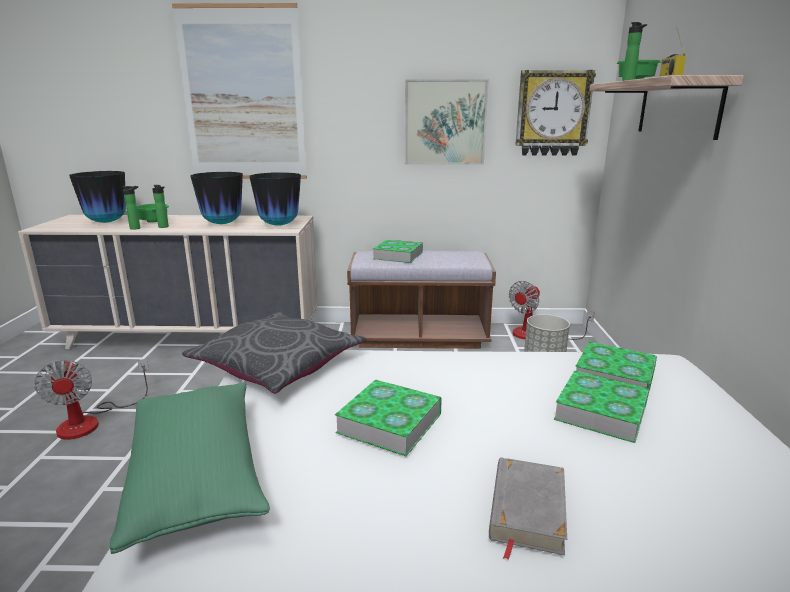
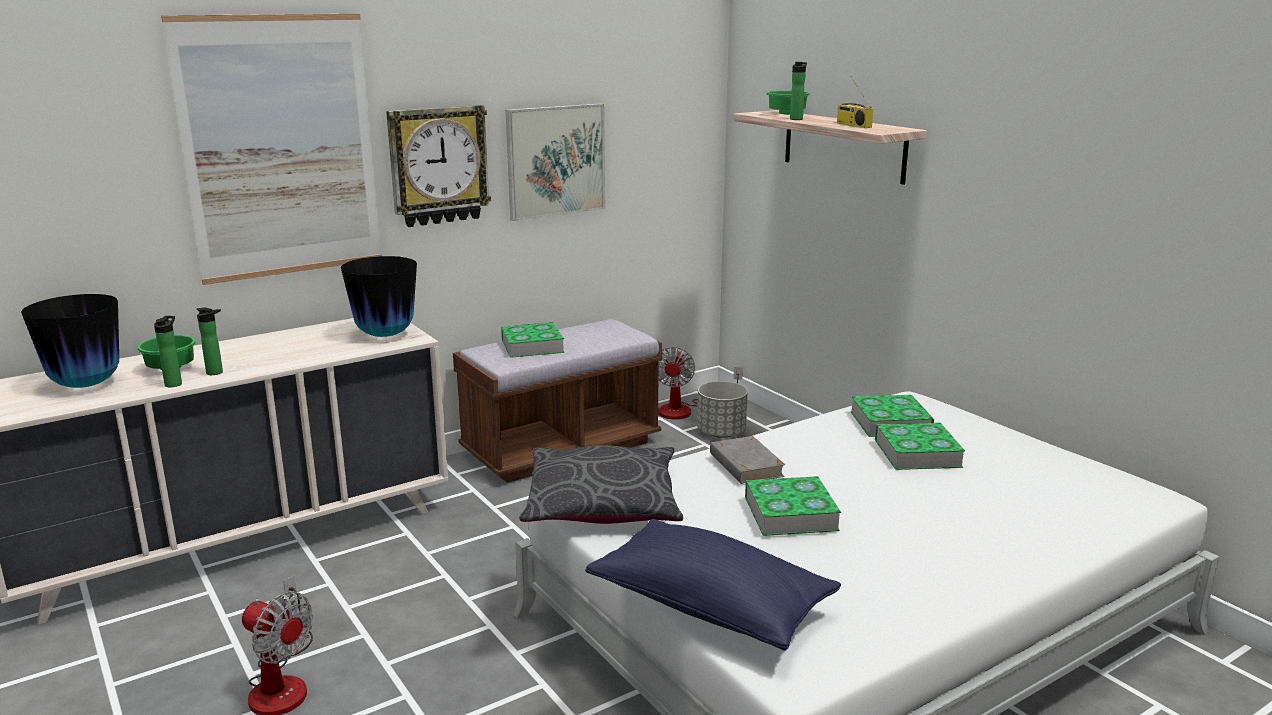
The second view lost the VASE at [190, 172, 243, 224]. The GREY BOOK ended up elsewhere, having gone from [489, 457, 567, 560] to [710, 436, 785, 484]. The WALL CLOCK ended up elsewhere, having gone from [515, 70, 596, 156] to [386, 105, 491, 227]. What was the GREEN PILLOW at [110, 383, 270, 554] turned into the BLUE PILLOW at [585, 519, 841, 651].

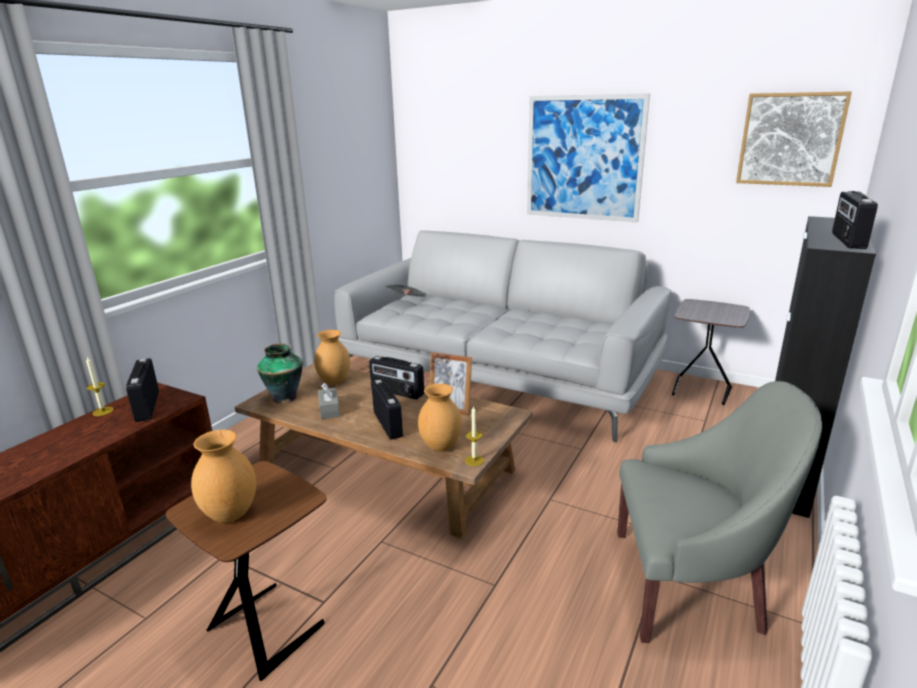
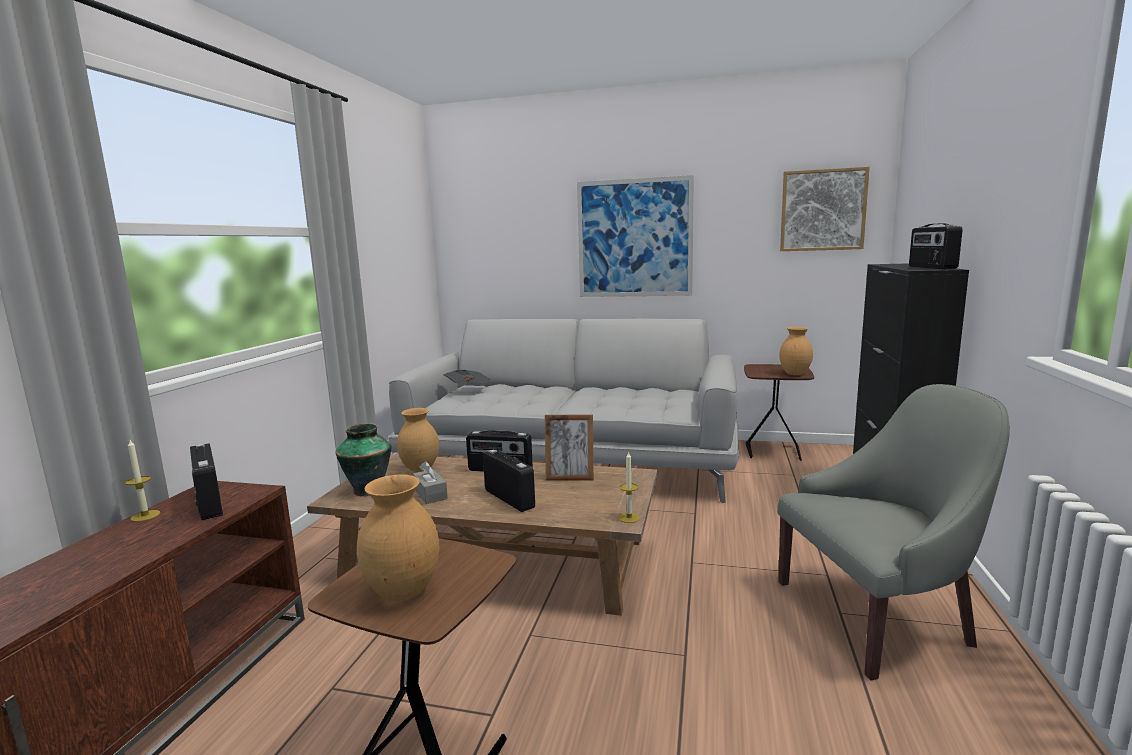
The BROWN VASE ended up elsewhere, having gone from [418, 383, 462, 452] to [779, 327, 813, 375]. What was the GREY SIDE TABLE at [672, 299, 750, 405] turned into the BROWN SIDE TABLE at [744, 364, 814, 461].

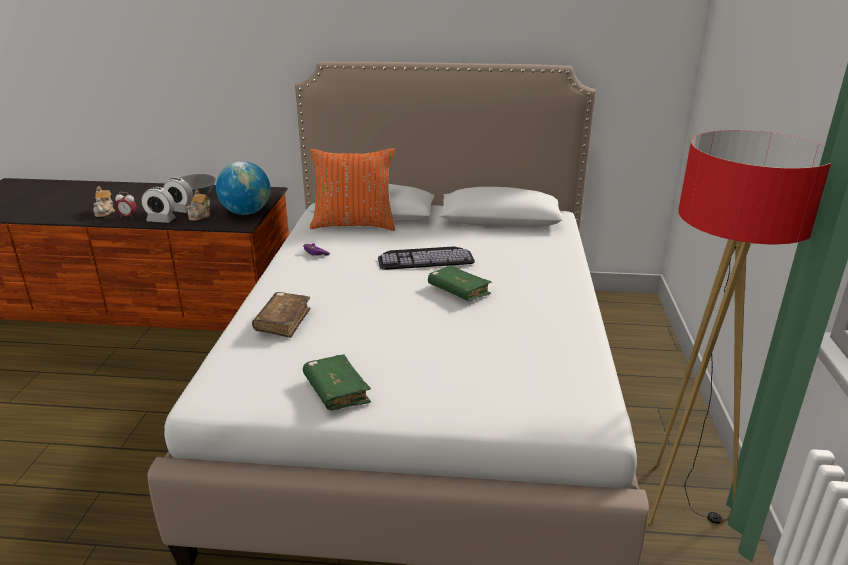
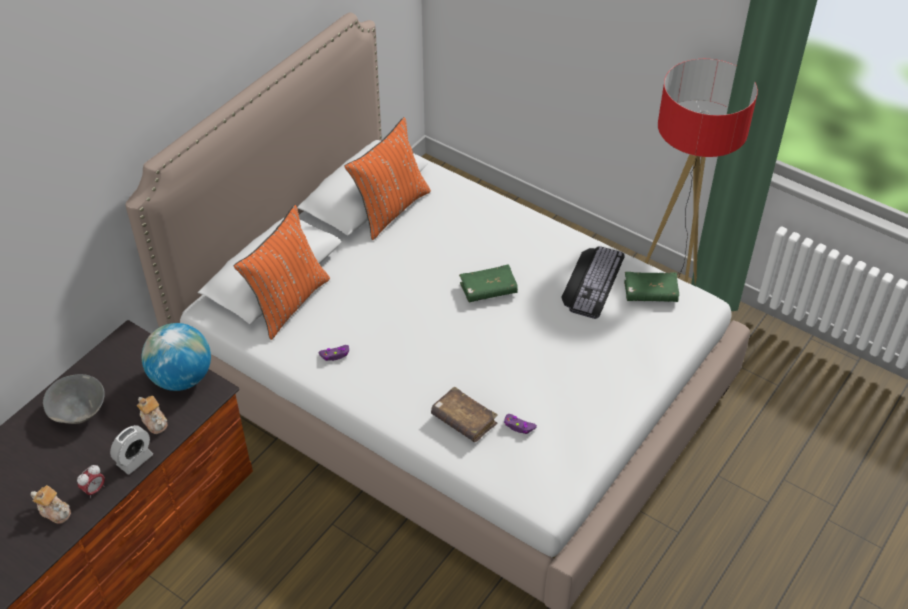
The second view lost the ALARM CLOCK at [163, 178, 193, 213]. The second view gained the ORANGE PILLOW at [344, 117, 431, 240]. The second view gained the PURPLE GAME CONTROLLER at [504, 414, 537, 434]. The GREEN BOOK ended up elsewhere, having gone from [303, 354, 371, 411] to [624, 272, 679, 302]. The KEYBOARD ended up elsewhere, having gone from [378, 246, 475, 270] to [561, 246, 625, 319].

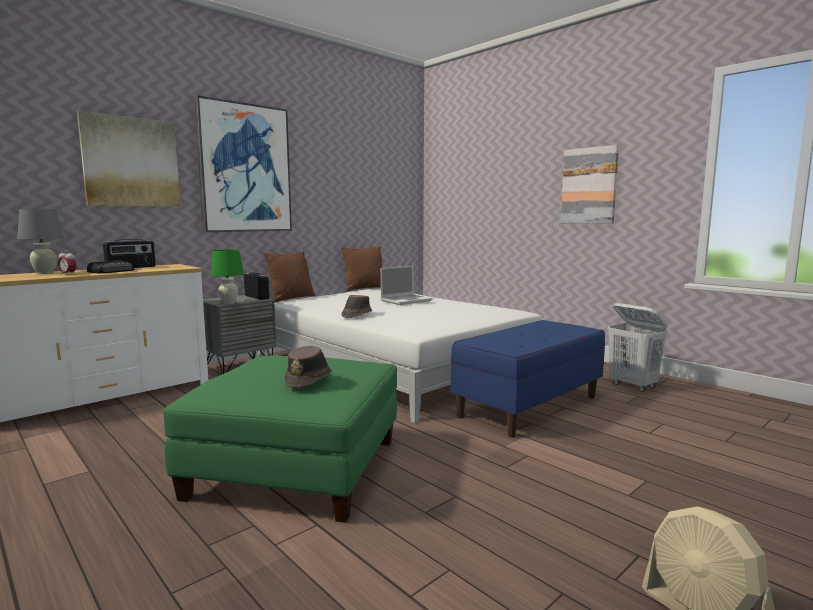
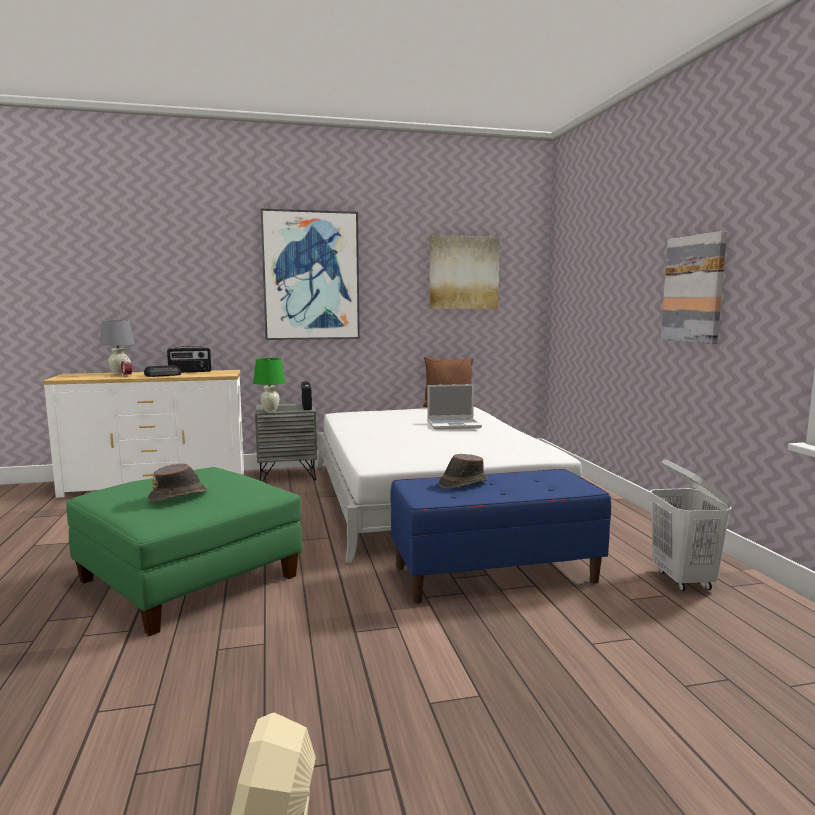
The second view lost the BROWN PILLOW at [264, 251, 315, 303]. The PICTURE ended up elsewhere, having gone from [77, 111, 180, 207] to [429, 235, 500, 309]. The BROWN HAT ended up elsewhere, having gone from [342, 295, 372, 318] to [439, 454, 488, 489].

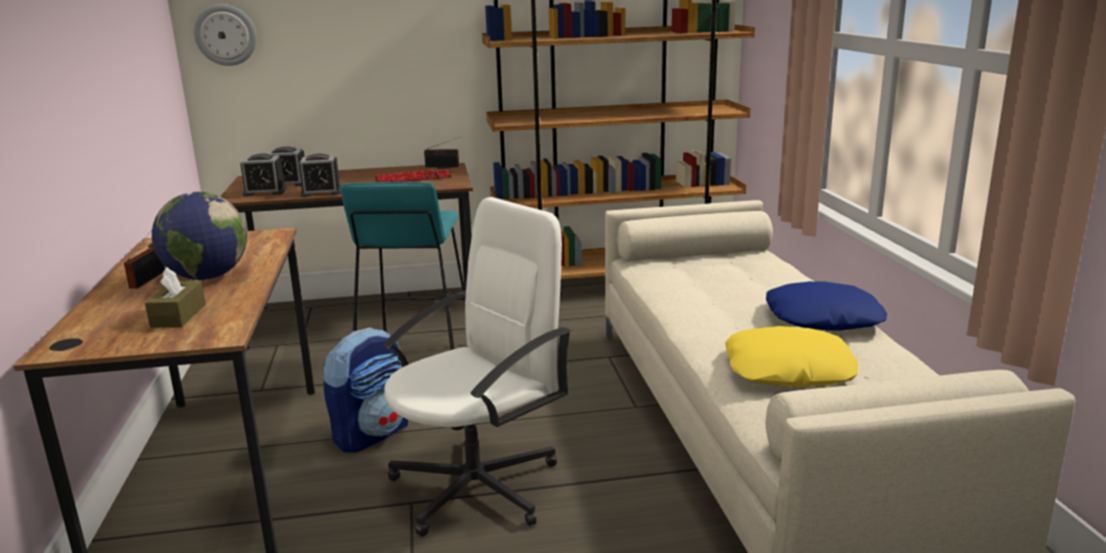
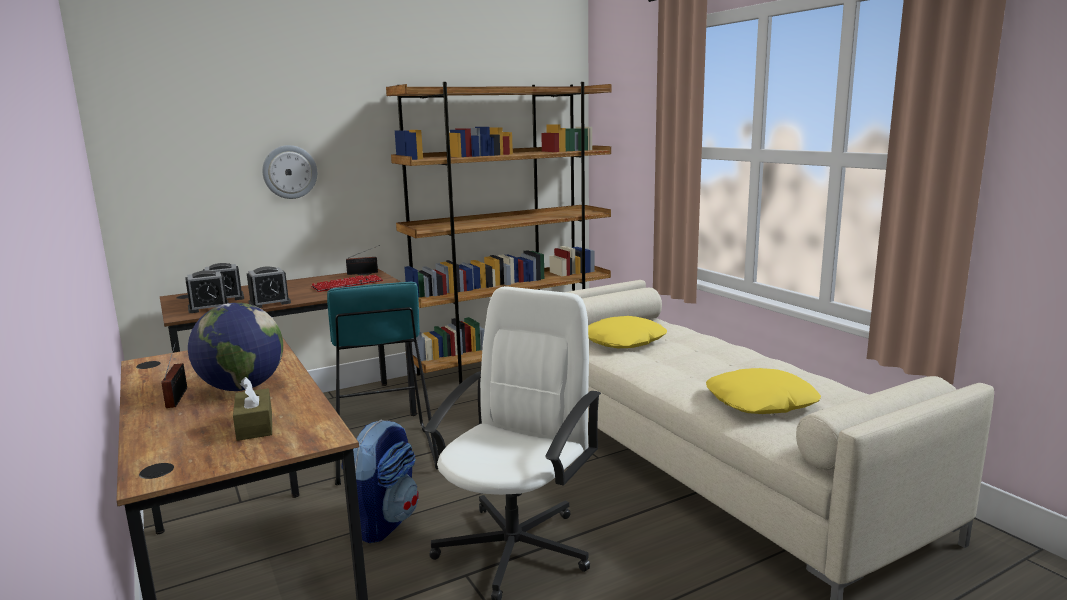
The second view lost the BLUE PILLOW at [766, 281, 887, 330]. The second view gained the YELLOW PILLOW at [588, 316, 667, 348]. The WALL CLOCK ended up elsewhere, having gone from [194, 4, 257, 66] to [262, 145, 317, 199].

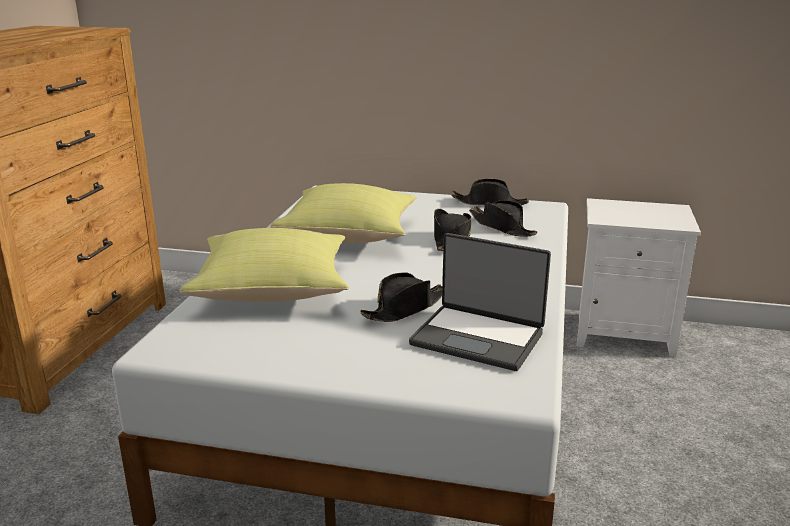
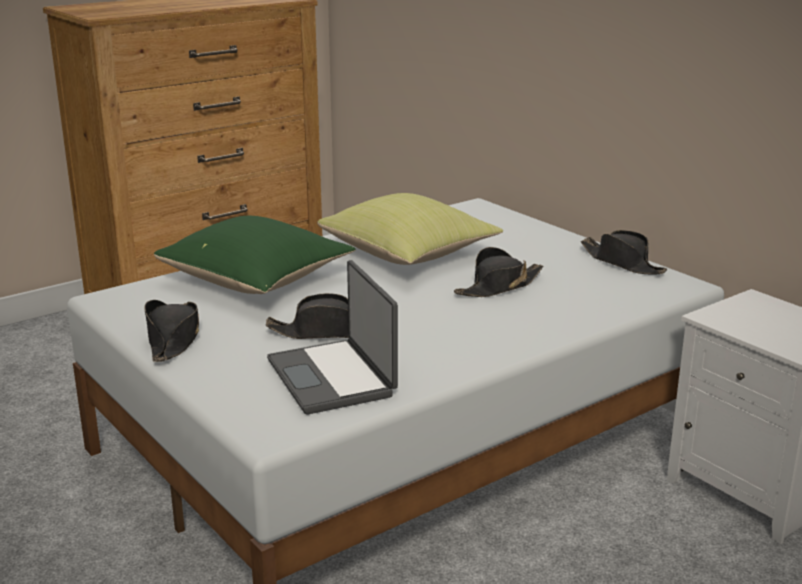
The BLACK HAT ended up elsewhere, having gone from [469, 200, 538, 237] to [144, 300, 199, 362]. What was the YELLOW PILLOW at [180, 228, 349, 302] turned into the GREEN PILLOW at [154, 216, 356, 294].

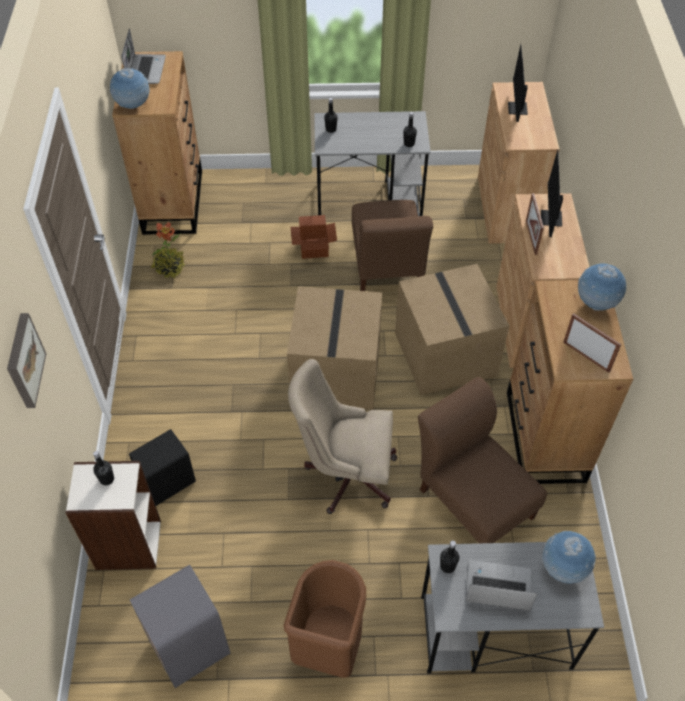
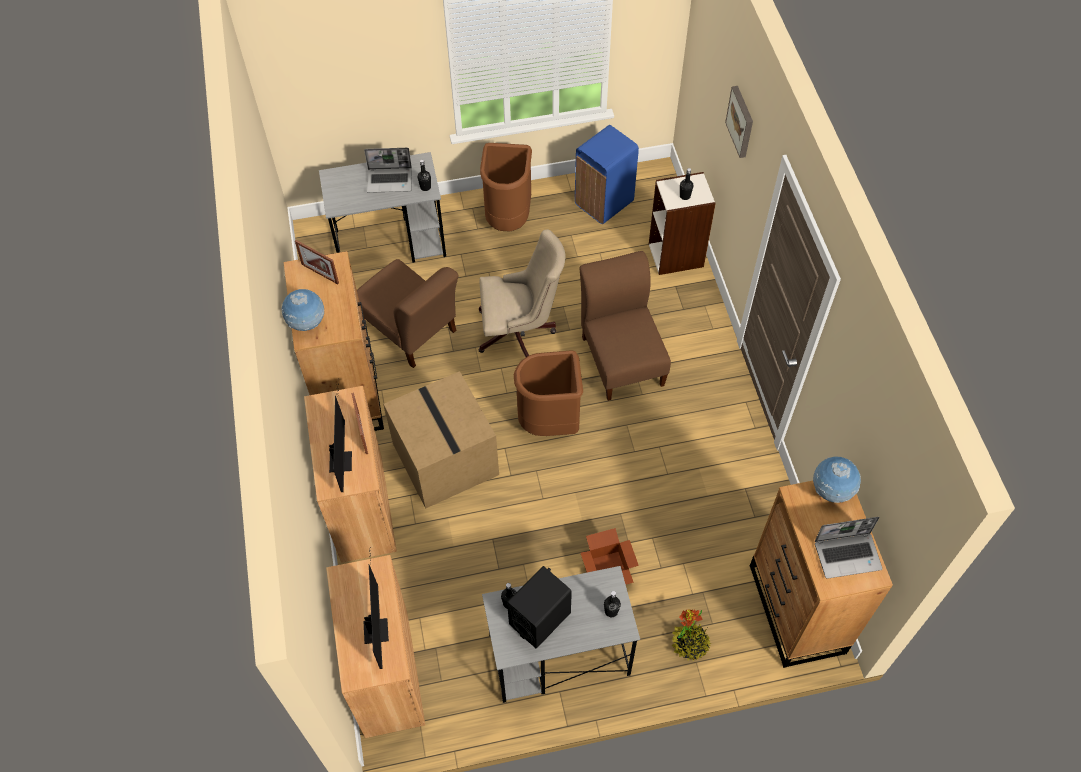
The second view lost the GLOBE at [542, 531, 596, 584]. The BLACK SPEAKER ended up elsewhere, having gone from [129, 429, 196, 506] to [507, 566, 572, 649]. The POTTED PLANT ended up elsewhere, having gone from [151, 222, 186, 279] to [672, 609, 712, 661]. The BROWN CHAIR ended up elsewhere, having gone from [352, 200, 433, 291] to [580, 251, 671, 401]. Where the CARDBOARD BOX stood at [287, 286, 382, 410], the BROWN TRASH CAN came to stand at [514, 350, 583, 436]. What was the GREY TRASH CAN at [130, 565, 230, 688] turned into the BLUE TRASH CAN at [575, 125, 639, 224]. The LAPTOP at [121, 29, 166, 84] ended up facing another way, 90 degrees counterclockwise from before.

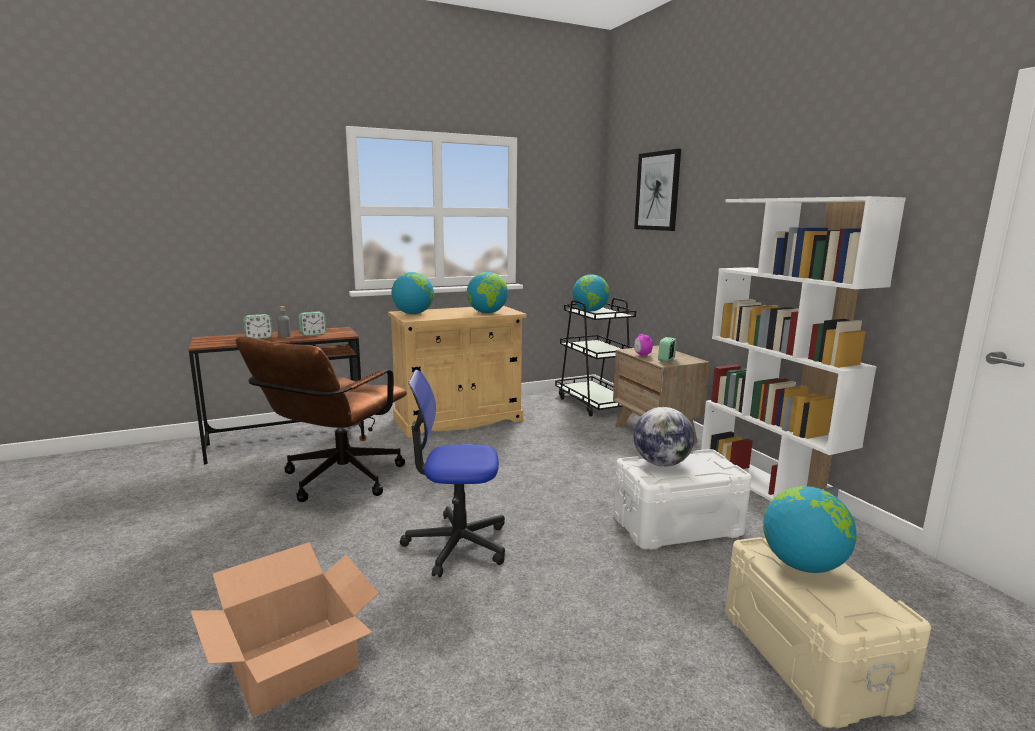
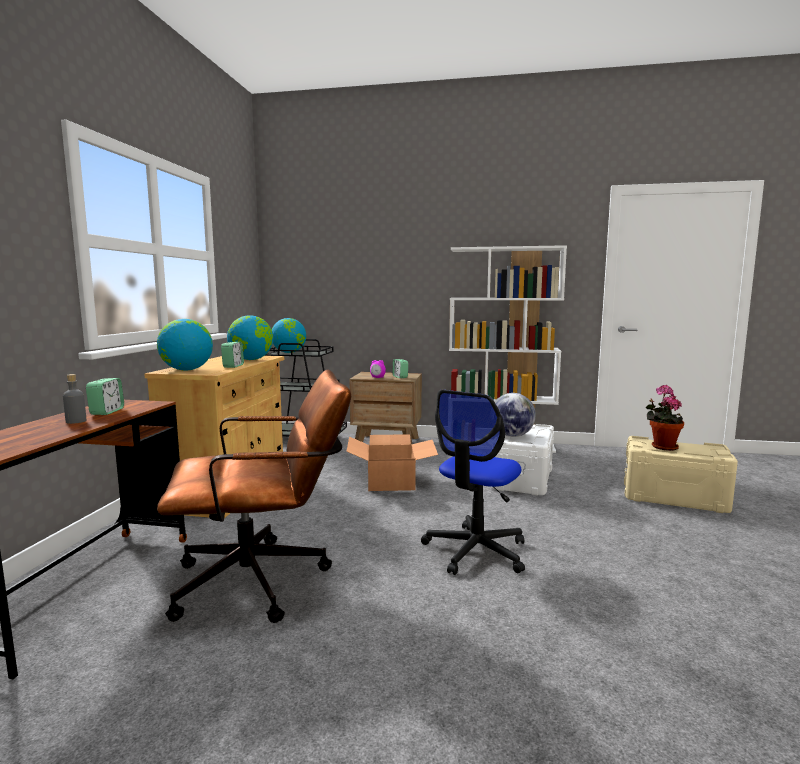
The second view lost the PICTURE at [634, 149, 681, 231]. The CARDBOARD BOX ended up elsewhere, having gone from [190, 542, 379, 717] to [346, 434, 438, 491]. The ALARM CLOCK ended up elsewhere, having gone from [243, 314, 273, 339] to [221, 342, 244, 368]. Where the GLOBE stood at [763, 486, 857, 573], the POTTED PLANT came to stand at [646, 385, 684, 451]. The BROWN OFFICE CHAIR at [236, 337, 407, 502] ended up facing another way, 75 degrees counterclockwise from before.

